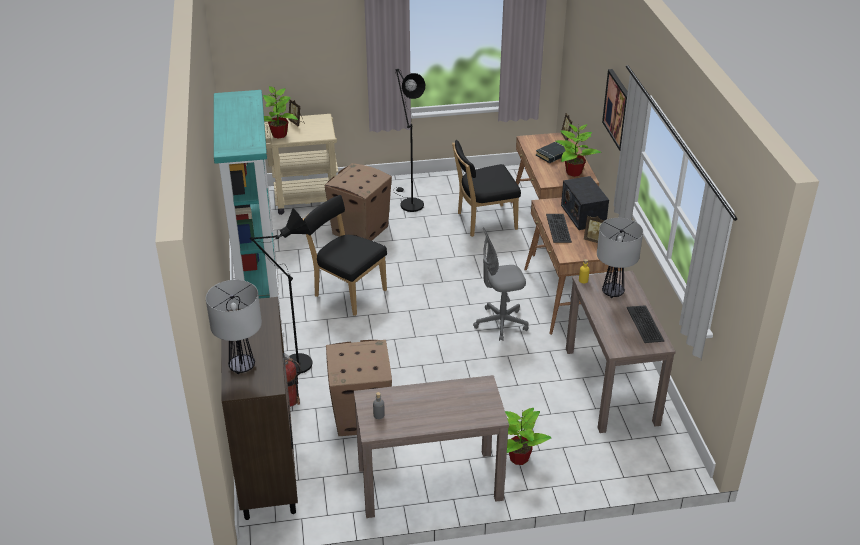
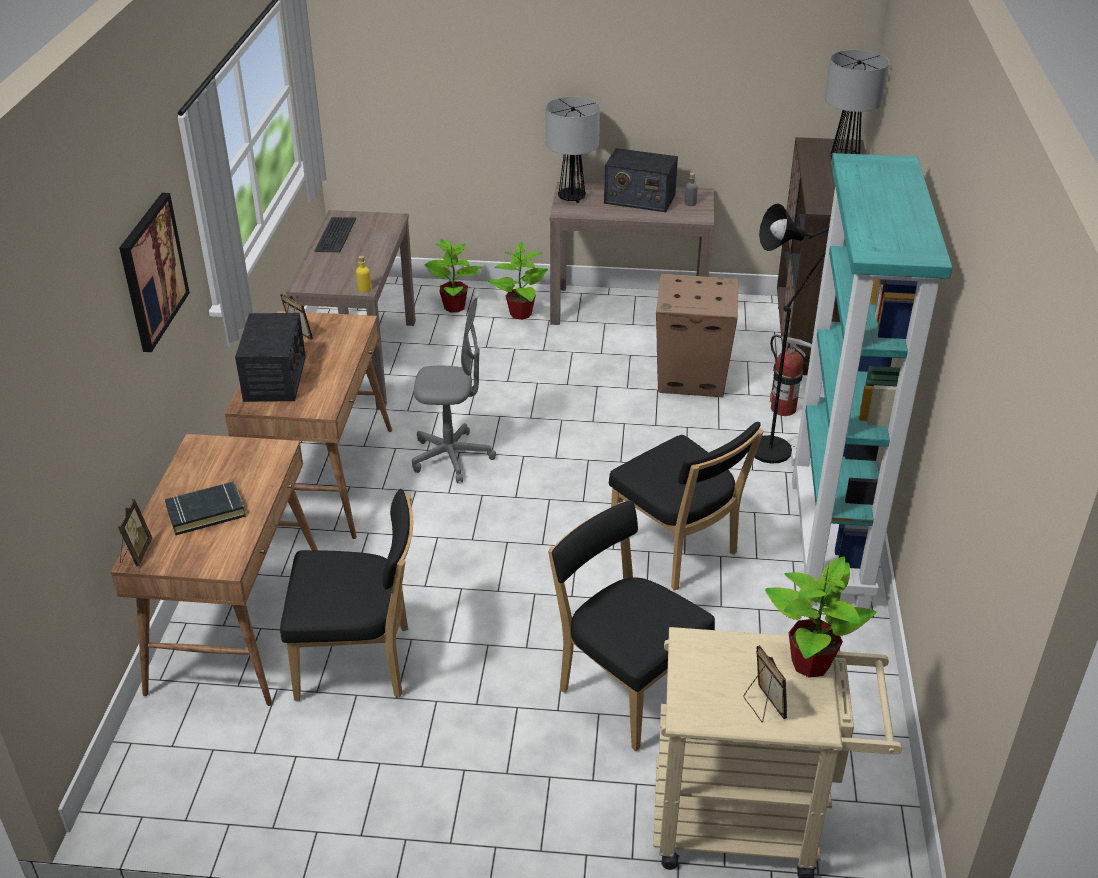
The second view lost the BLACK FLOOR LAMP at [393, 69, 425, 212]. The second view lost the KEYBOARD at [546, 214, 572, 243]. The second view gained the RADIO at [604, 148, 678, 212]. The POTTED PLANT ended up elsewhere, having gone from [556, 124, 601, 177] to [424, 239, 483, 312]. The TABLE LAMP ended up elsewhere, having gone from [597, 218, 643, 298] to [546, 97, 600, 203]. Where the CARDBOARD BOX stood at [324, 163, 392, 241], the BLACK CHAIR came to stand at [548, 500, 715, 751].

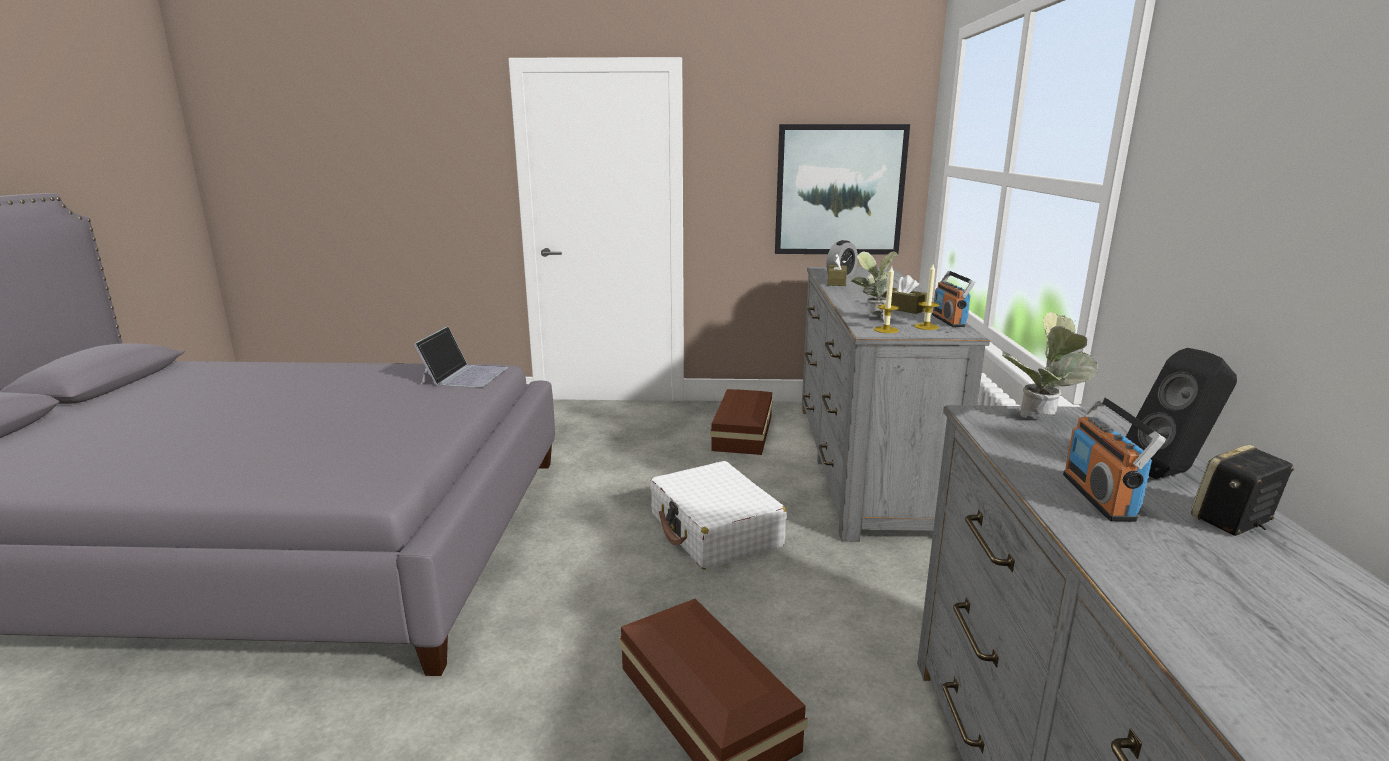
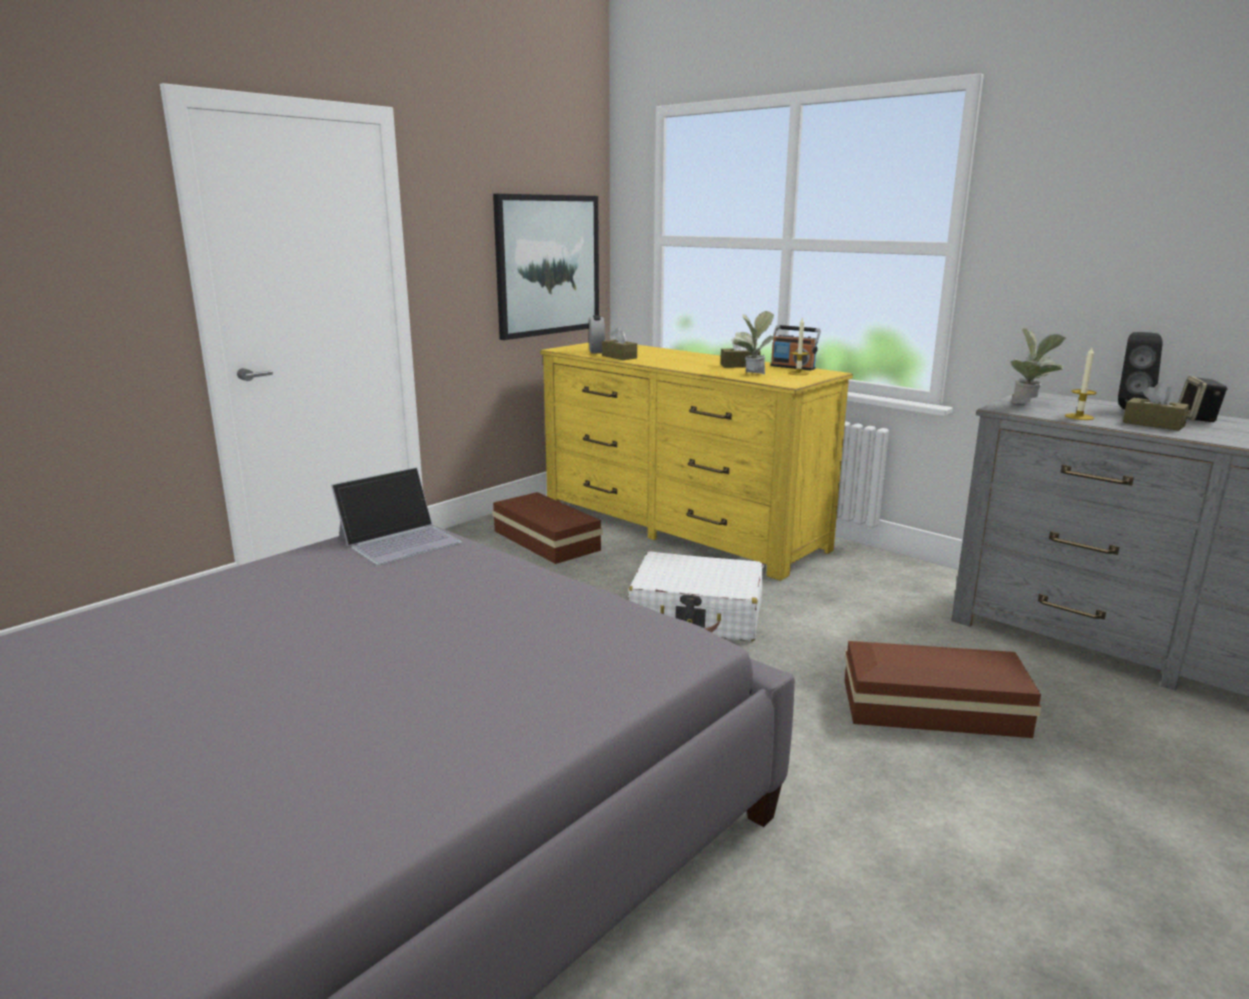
The CANDLE ended up elsewhere, having gone from [874, 266, 899, 333] to [1065, 347, 1097, 420]. Where the RADIO stood at [1063, 395, 1166, 522], the BROWN TISSUE BOX came to stand at [1123, 382, 1190, 431]. What was the GREY DRESSER at [802, 267, 990, 542] turned into the YELLOW DRESSER at [540, 340, 853, 581]. The LAPTOP at [414, 326, 508, 387] ended up facing another way, 90 degrees clockwise from before.

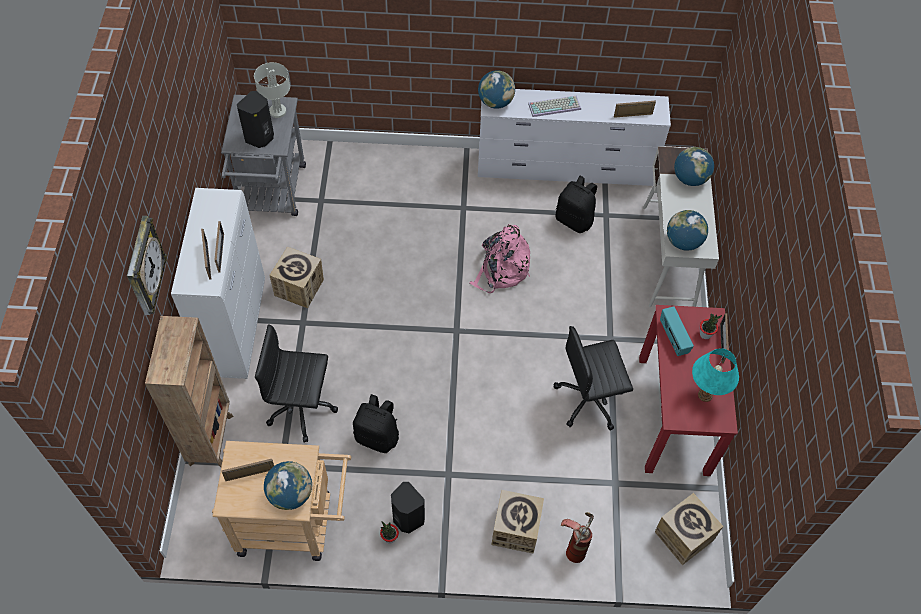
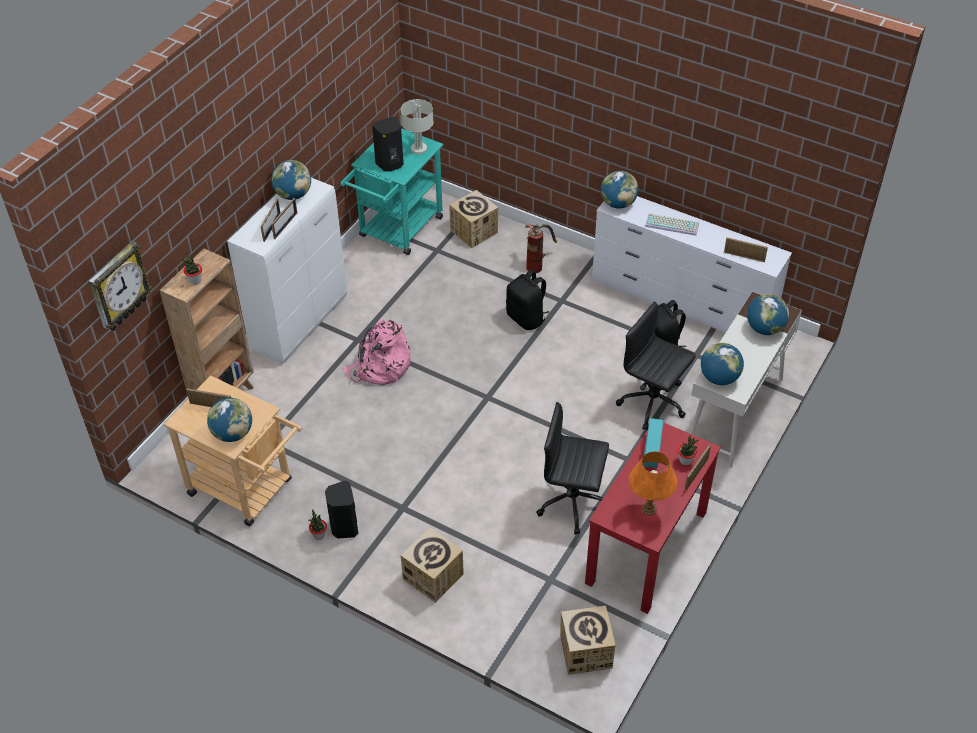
The second view gained the POTTED PLANT at [182, 255, 202, 285]. The second view gained the GLOBE at [271, 160, 311, 200]. The WALL CLOCK ended up elsewhere, having gone from [127, 216, 167, 315] to [89, 241, 152, 331]. The BLACK OFFICE CHAIR ended up elsewhere, having gone from [255, 324, 338, 443] to [616, 301, 696, 430]. The CARDBOARD BOX ended up elsewhere, having gone from [269, 247, 324, 308] to [449, 190, 499, 248]. The BLACK BACKPACK ended up elsewhere, having gone from [353, 394, 399, 453] to [506, 269, 549, 330]. The PINK BACKPACK ended up elsewhere, having gone from [470, 224, 530, 293] to [343, 319, 411, 385]. The FIRE EXTINGUISHER ended up elsewhere, having gone from [561, 512, 594, 563] to [525, 224, 557, 273]. What was the GREY CART at [221, 95, 306, 216] turned into the TURQUOISE CART at [341, 128, 443, 255]. What was the TURQUOISE TABLE LAMP at [692, 348, 739, 402] turned into the ORANGE TABLE LAMP at [629, 451, 677, 515].

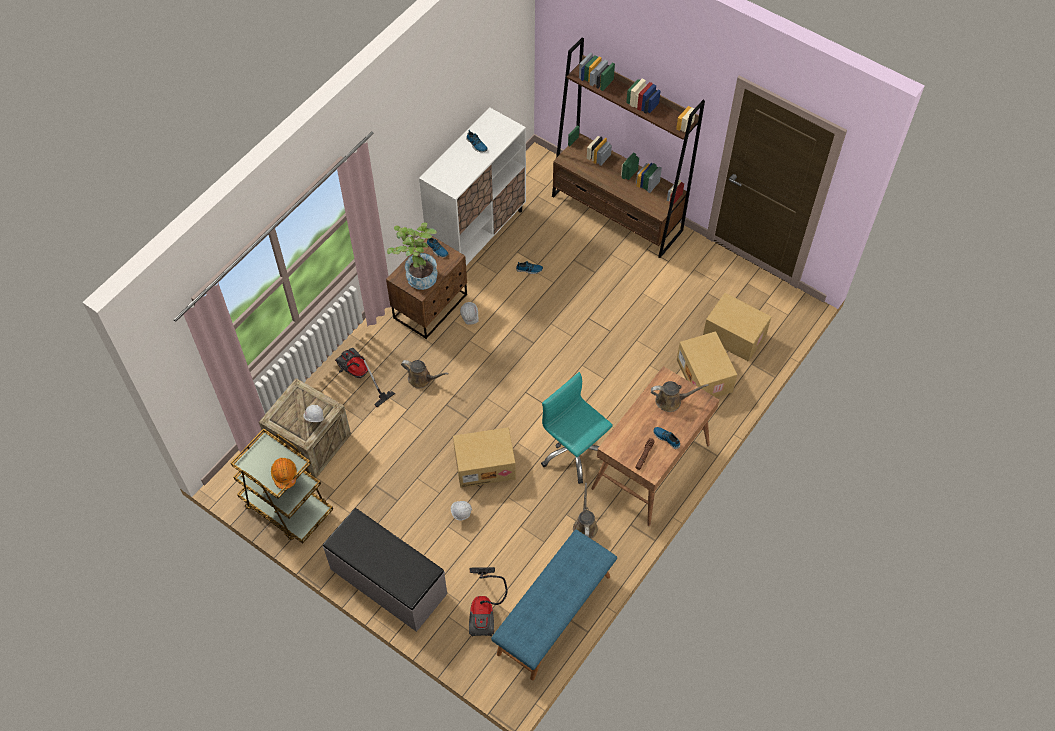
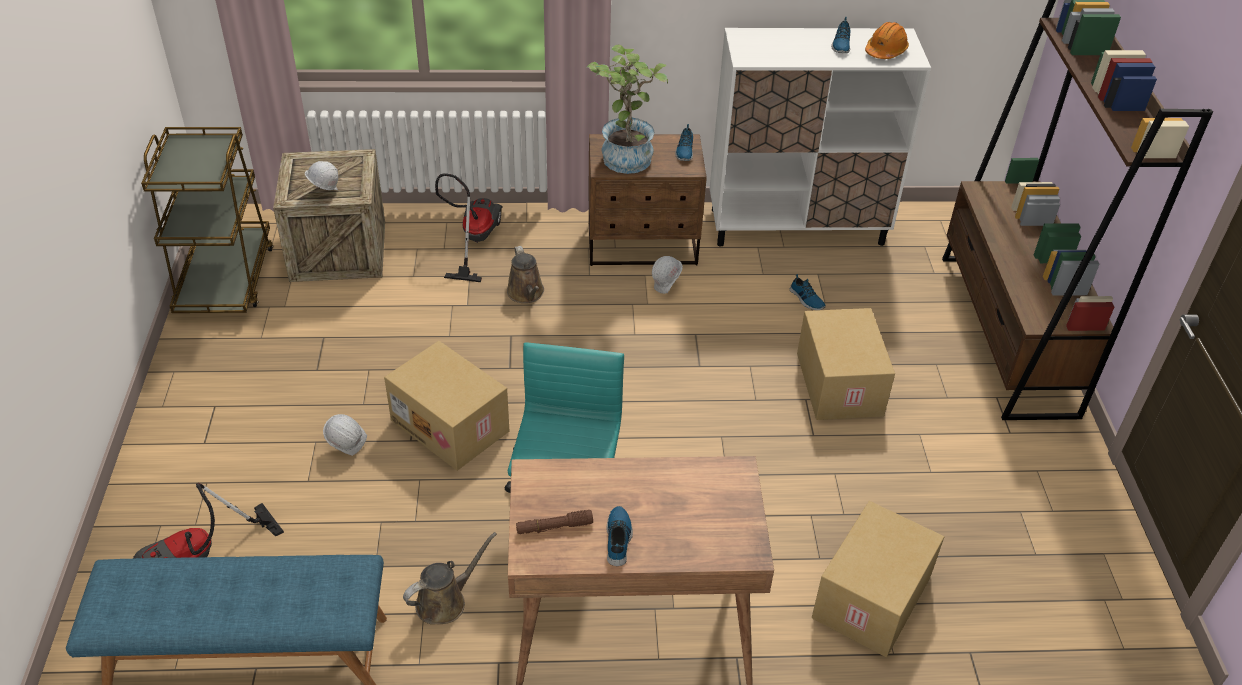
The second view lost the GREY BENCH at [323, 508, 447, 632]. The second view lost the BROWN WATERING CAN at [651, 381, 709, 412]. The ORANGE HARD HAT ended up elsewhere, having gone from [271, 458, 297, 489] to [865, 22, 909, 59]. The CARDBOARD BOX ended up elsewhere, having gone from [703, 293, 771, 362] to [797, 308, 895, 420].

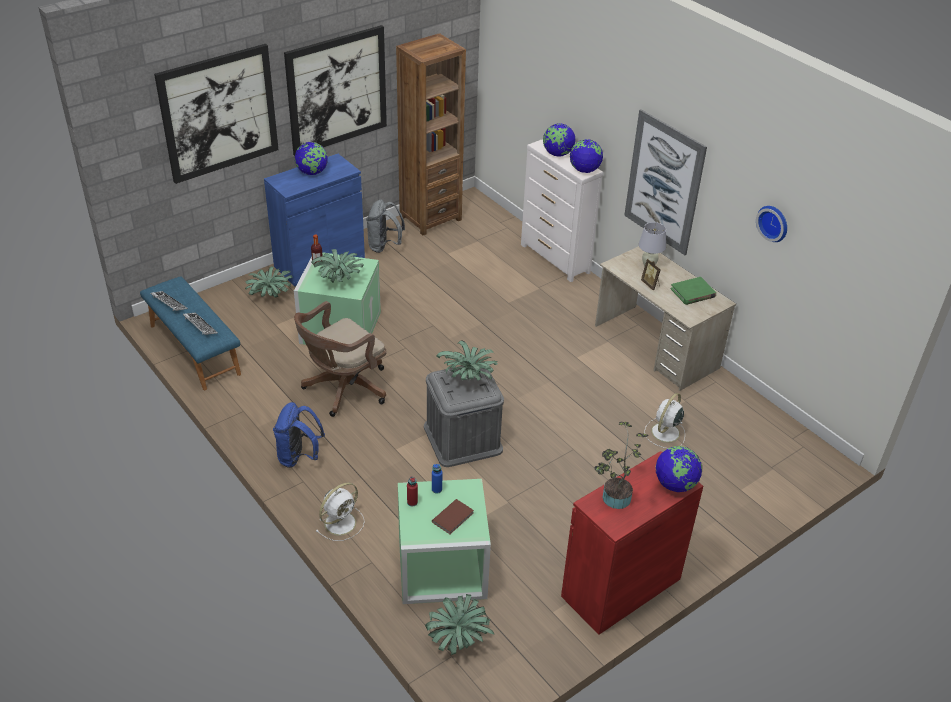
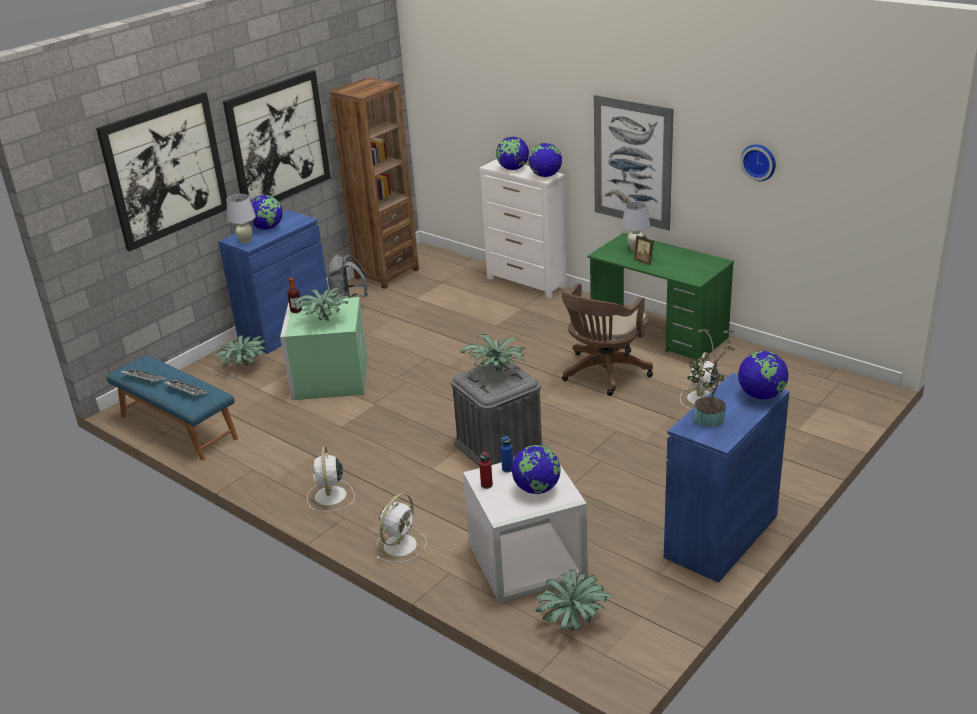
The second view lost the GREEN BOOK at [671, 277, 716, 305]. The second view gained the WHITE TABLE LAMP at [226, 194, 256, 244]. The BROWN OFFICE CHAIR ended up elsewhere, having gone from [294, 301, 386, 417] to [562, 283, 653, 396]. Where the BLUE BACKPACK stood at [273, 402, 325, 468], the WHITE FAN came to stand at [307, 446, 355, 512]. Where the BROWN BOOK stood at [432, 499, 474, 534], the GLOBE came to stand at [512, 445, 561, 494]. What was the GREEN STORAGE BOX at [398, 479, 491, 604] turned into the WHITE STORAGE BOX at [463, 463, 588, 603]. What was the RED CABINET at [561, 451, 703, 635] turned into the BLUE CABINET at [664, 373, 789, 583]. What was the BEIGE DESK at [595, 246, 736, 391] turned into the GREEN DESK at [588, 233, 734, 359].

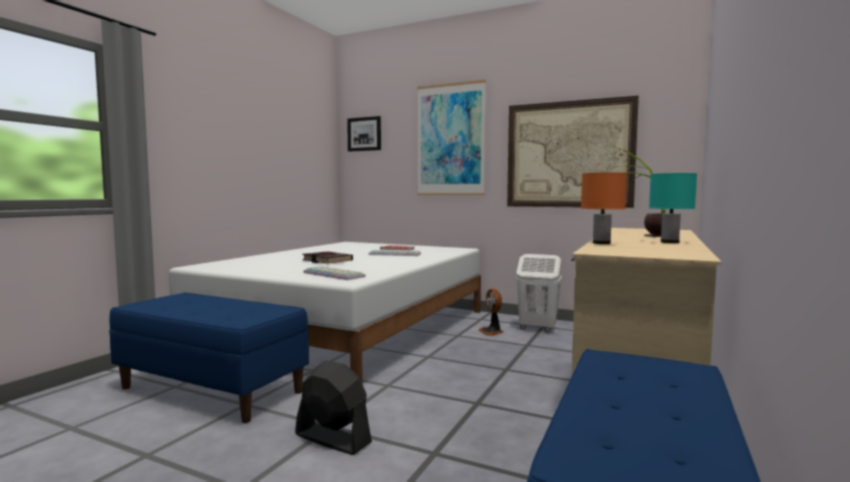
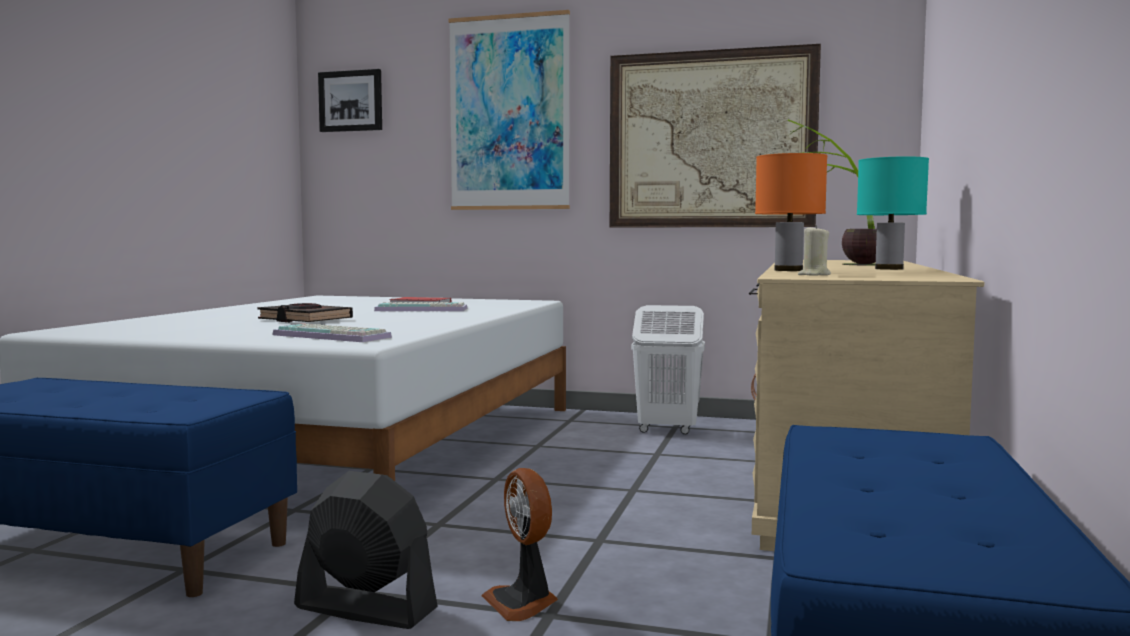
The second view gained the BEIGE CANDLE at [798, 225, 831, 276]. The FAN ended up elsewhere, having gone from [479, 288, 503, 336] to [481, 468, 558, 621].

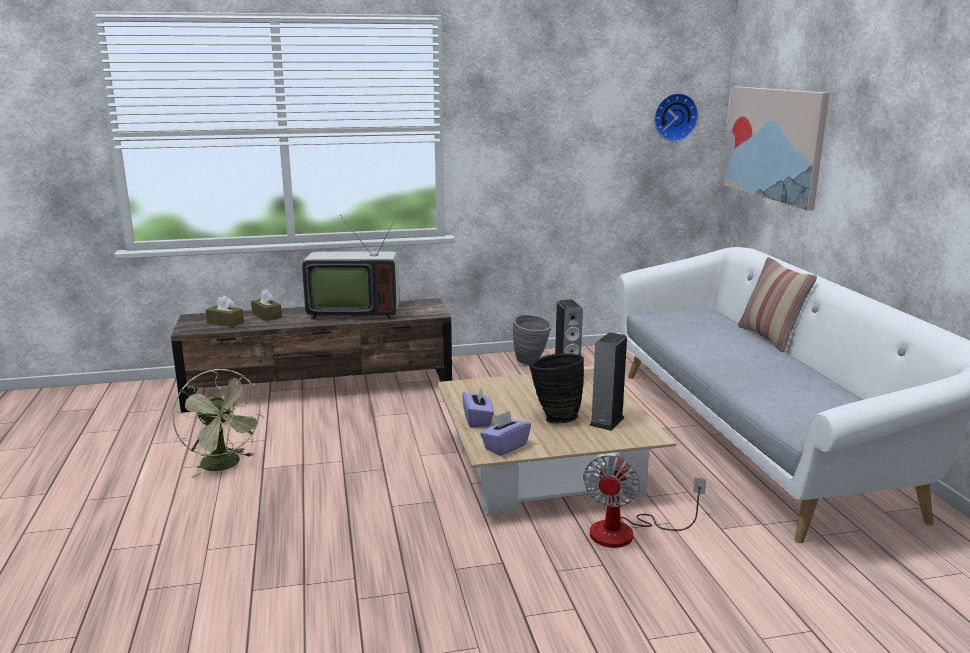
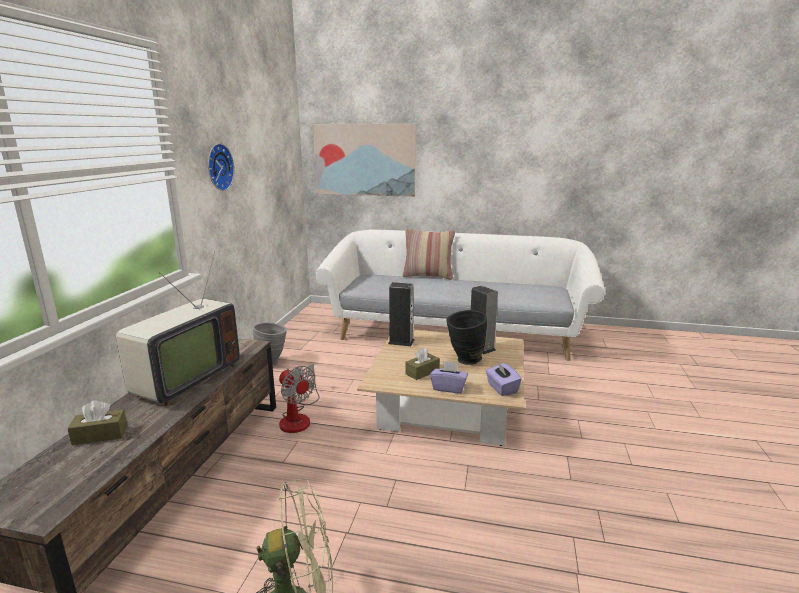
The BROWN TISSUE BOX ended up elsewhere, having gone from [206, 295, 244, 327] to [405, 347, 440, 380]. The FAN ended up elsewhere, having gone from [583, 454, 706, 548] to [279, 364, 319, 433]. The WALL CLOCK ended up elsewhere, having gone from [654, 93, 698, 142] to [208, 143, 234, 191].

